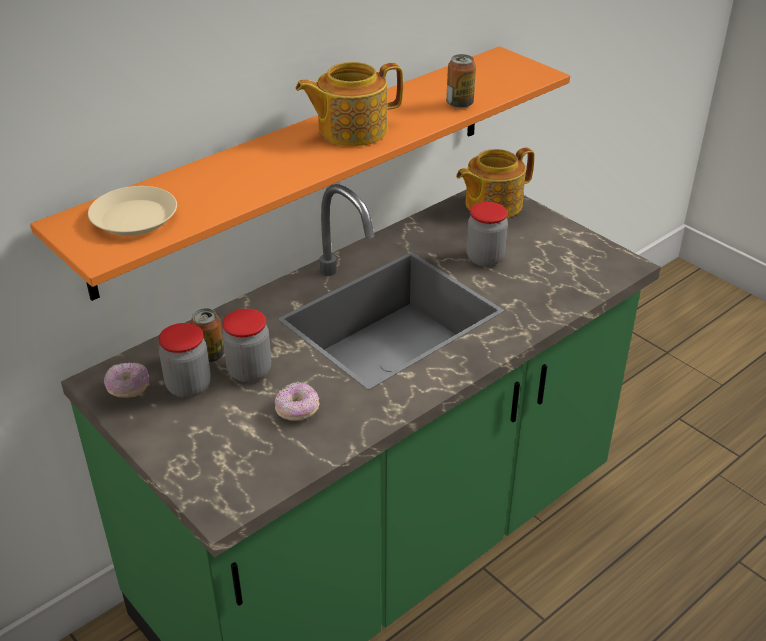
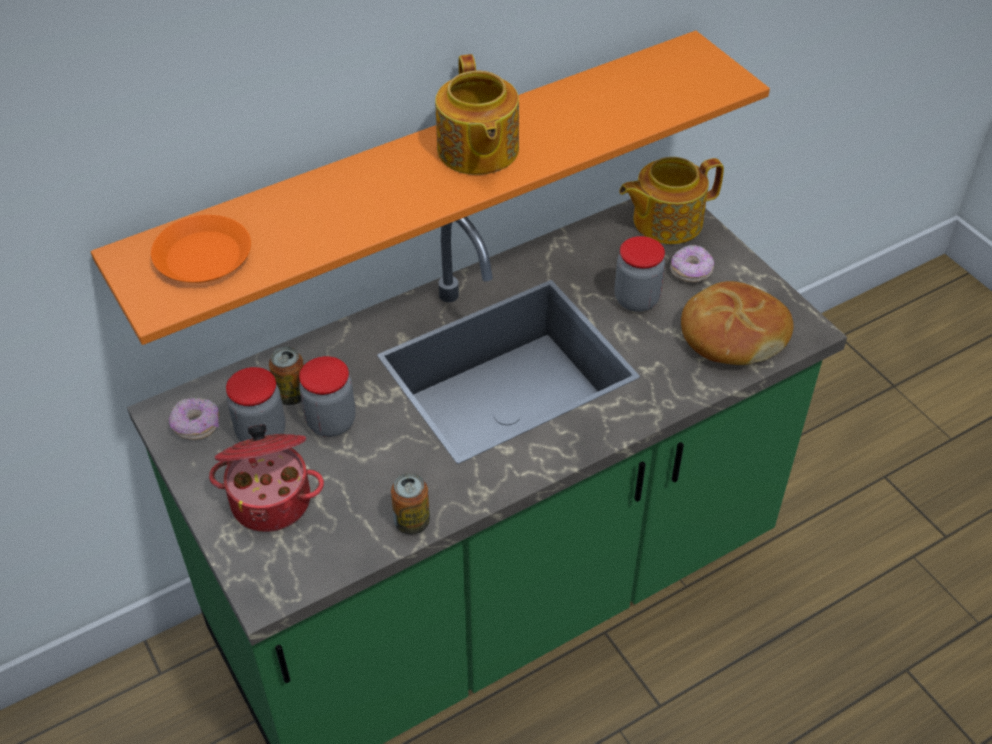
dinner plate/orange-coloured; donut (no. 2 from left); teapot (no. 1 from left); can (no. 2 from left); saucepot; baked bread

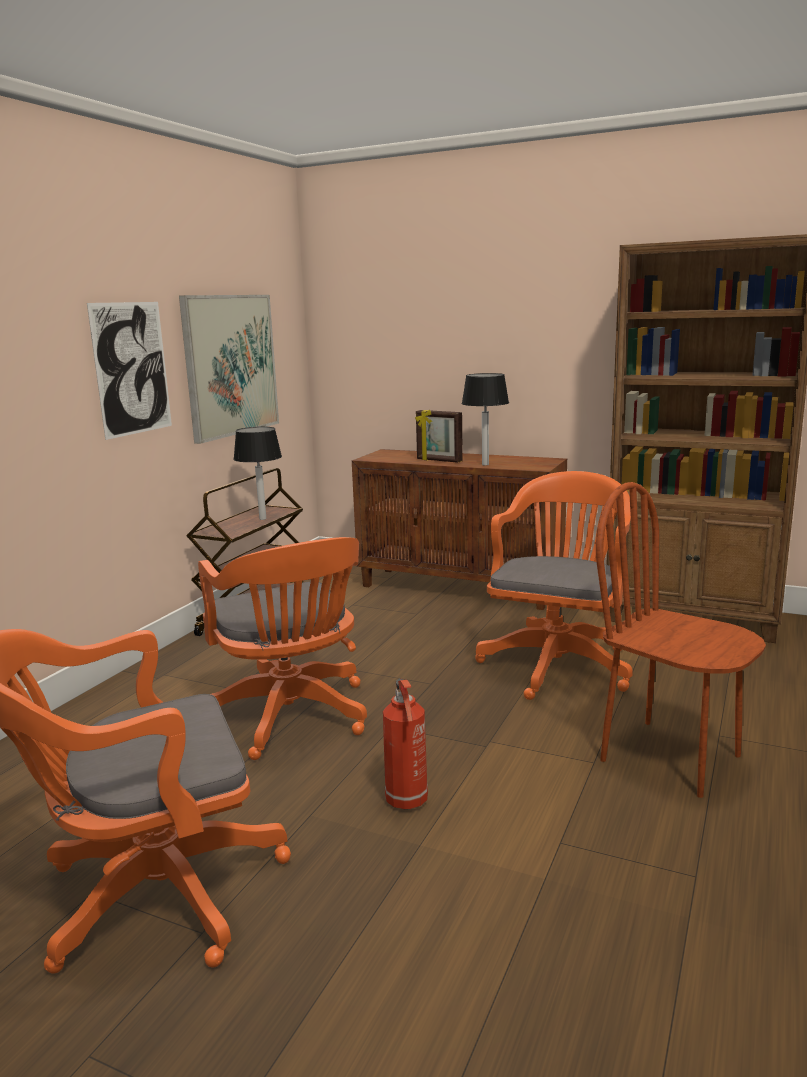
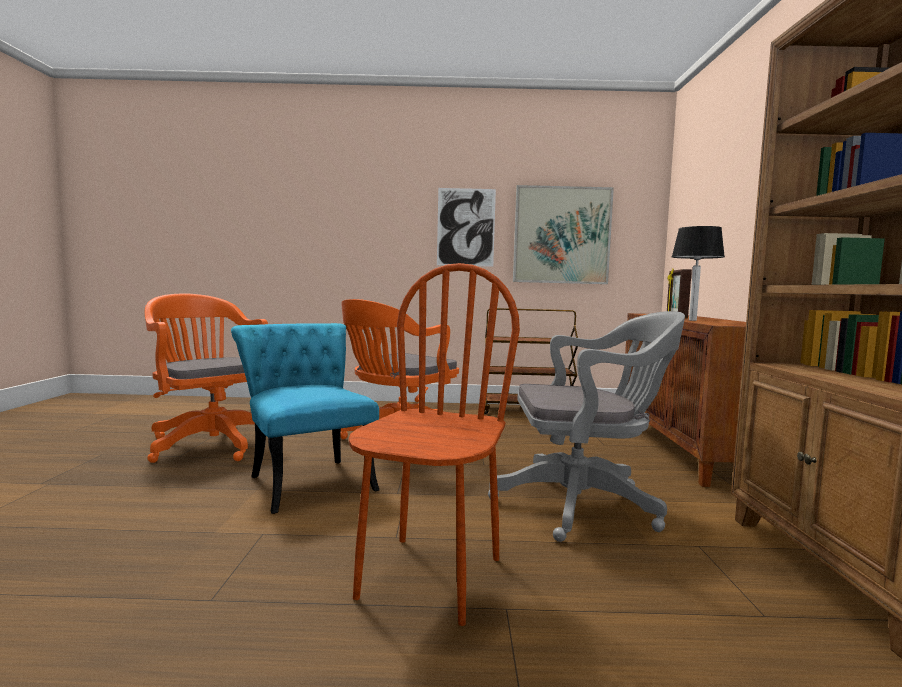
lamp for a table (no. 1 from left in the first image); chair/turquoise-coloured; computer chair/greyish

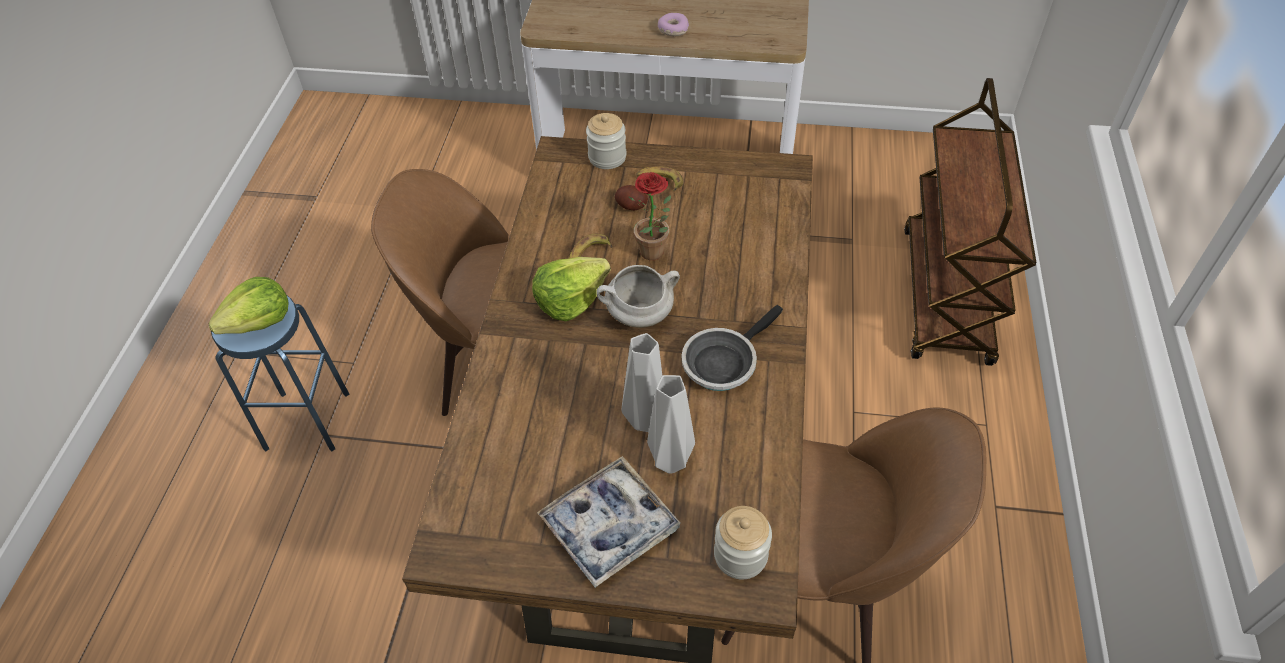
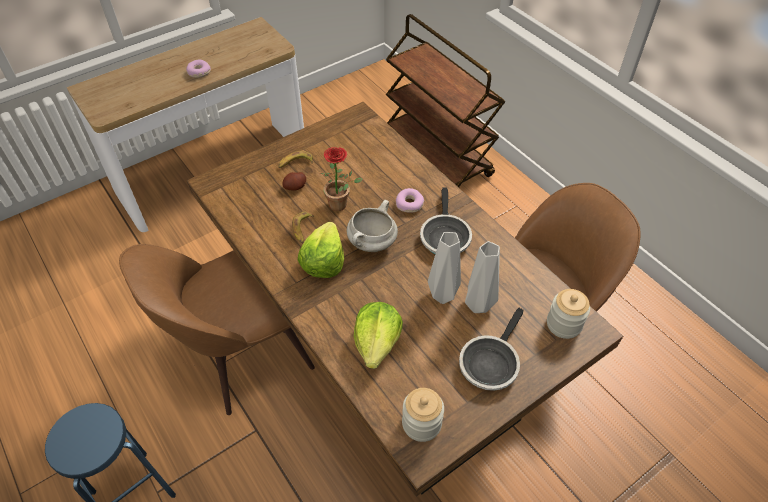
lettuce (no. 2 from left); frying pan (no. 2 from left); preserve jar (no. 1 from left); donut (no. 2 from left)

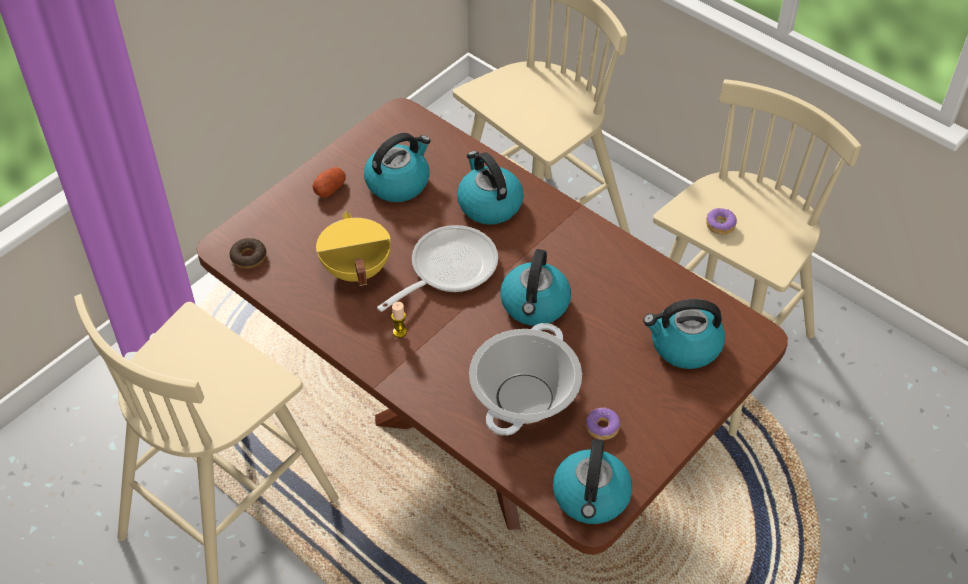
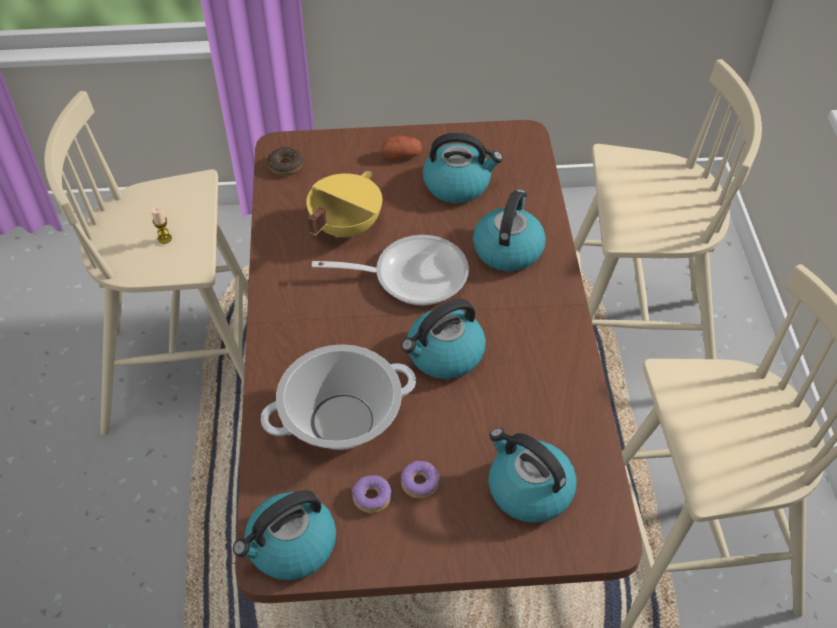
candle; donut (no. 3 from left)

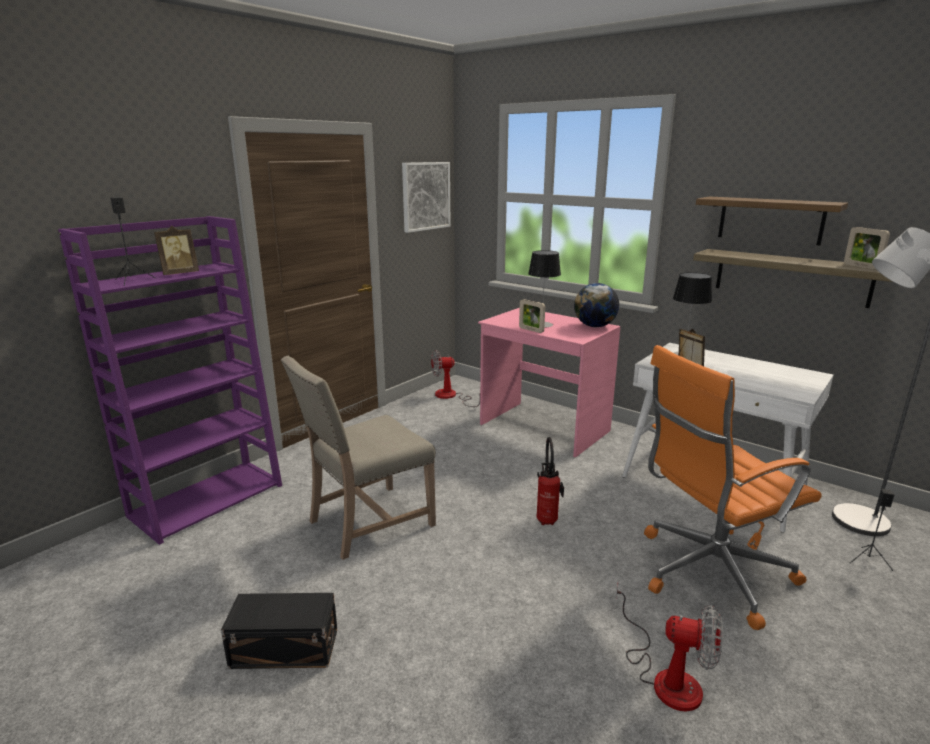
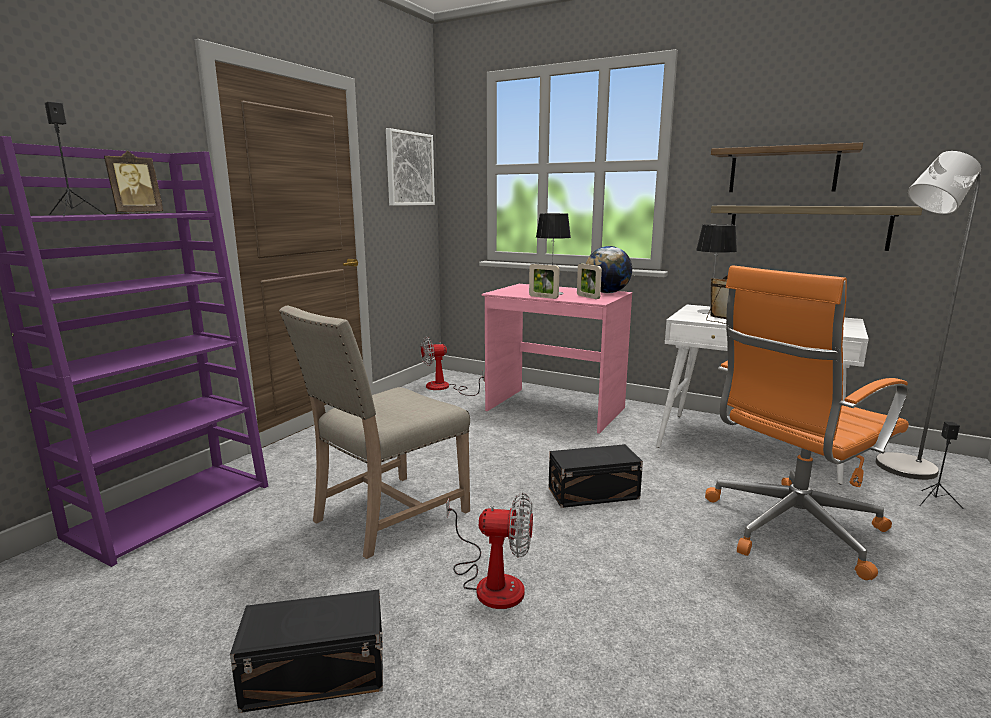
storage box/black-coloured (no. 2 from left); fan (no. 2 from left); standing frame (no. 3 from left)

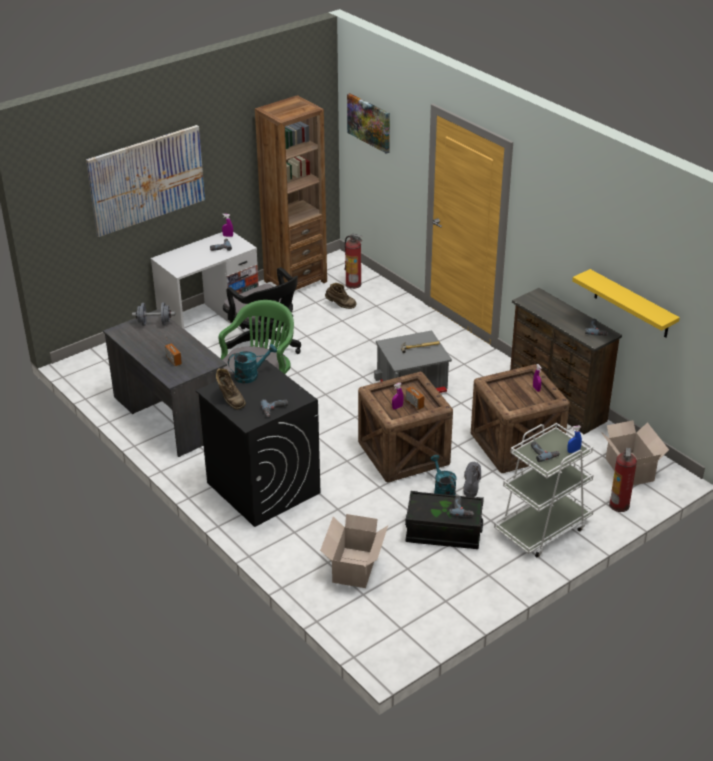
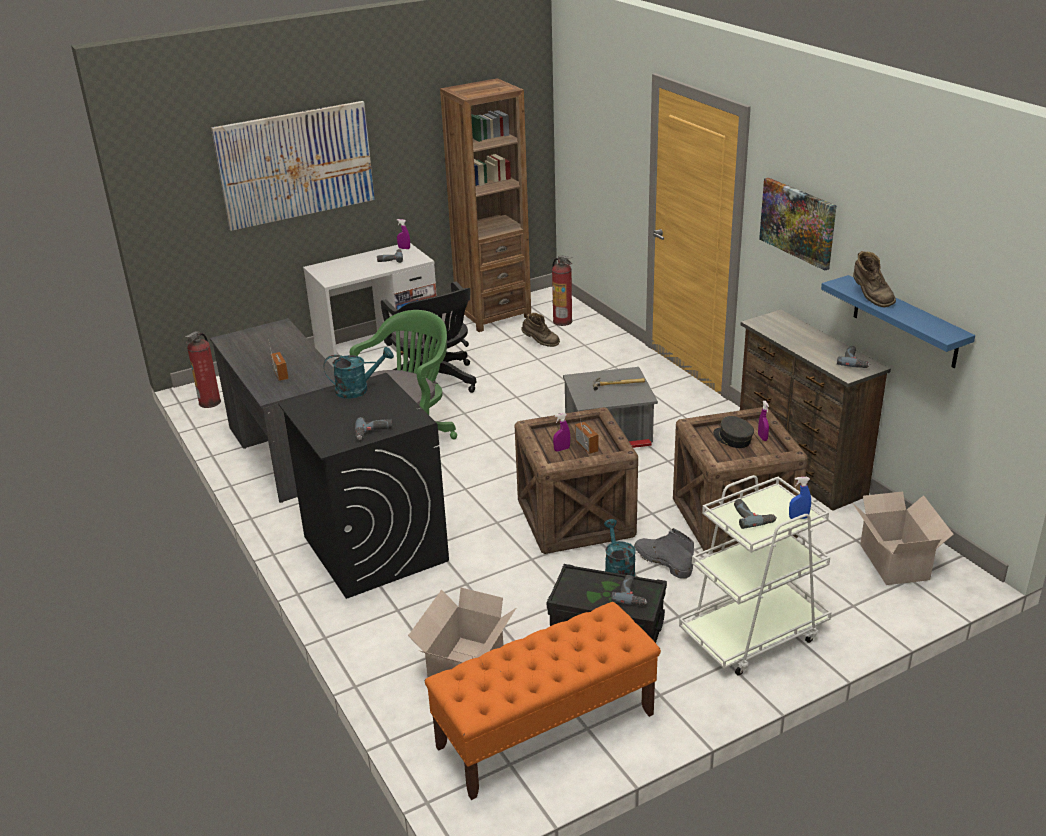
dumbbell/greyish; tall boot/brown (no. 2 from left); picture (no. 2 from left); tall boot/greyish; bracket shelf/bluish; extinguisher (no. 1 from left); long seat/orange-coloured; peaked cap/greyish

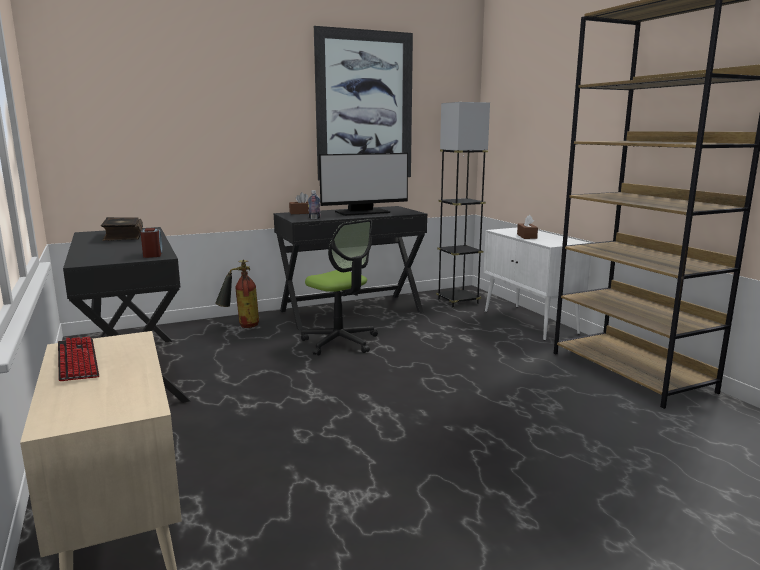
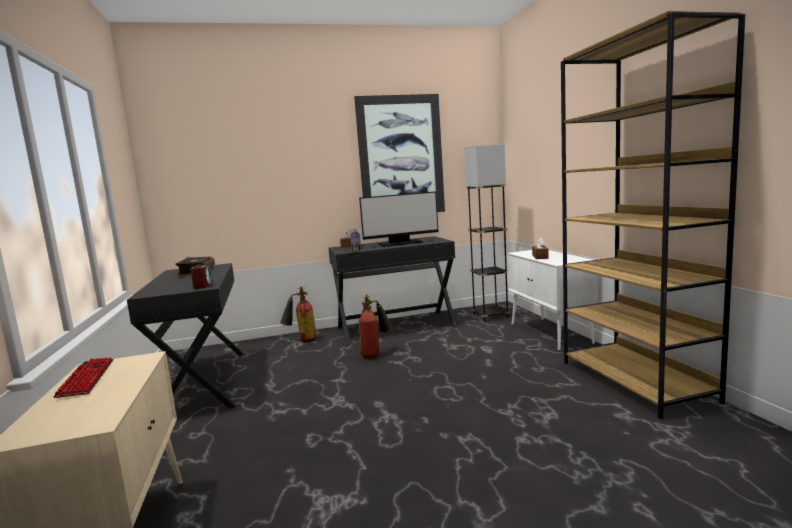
extinguisher (no. 2 from left)

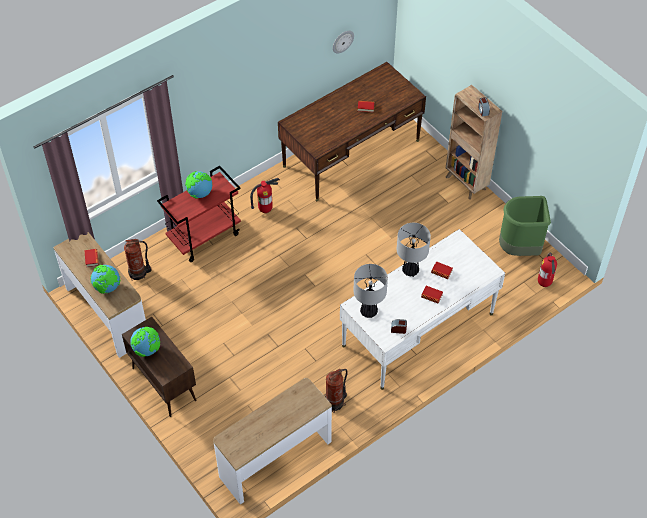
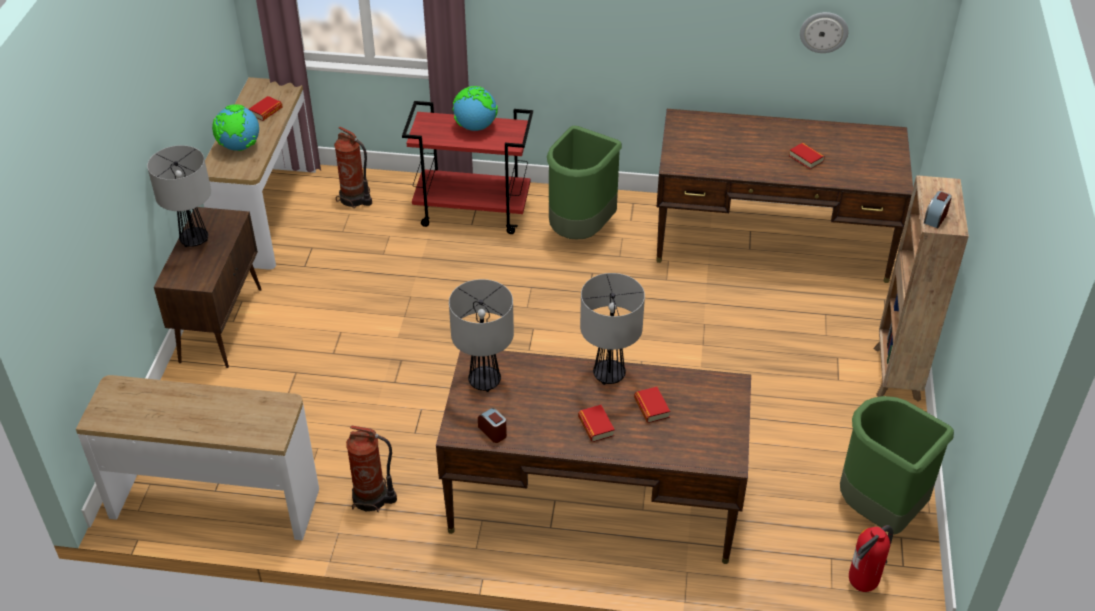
lamp for a table (no. 1 from left); rubbish bin/green (no. 1 from left); desk unit/brown (no. 1 from left)

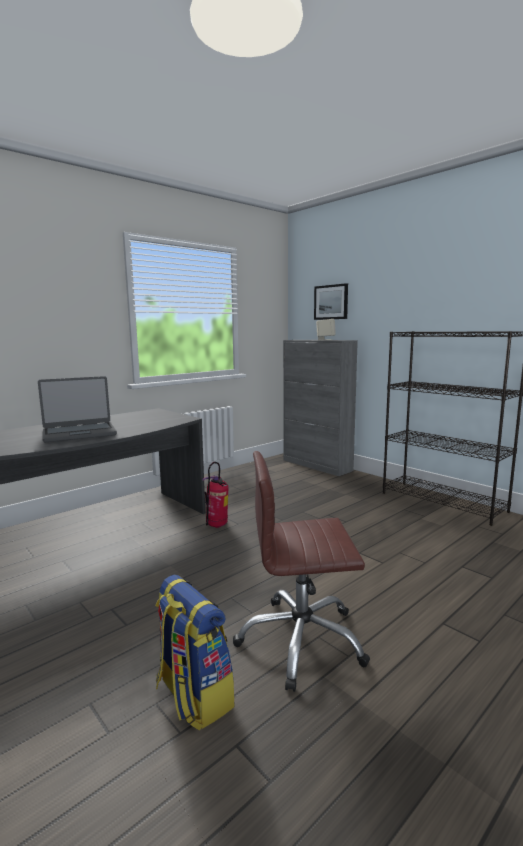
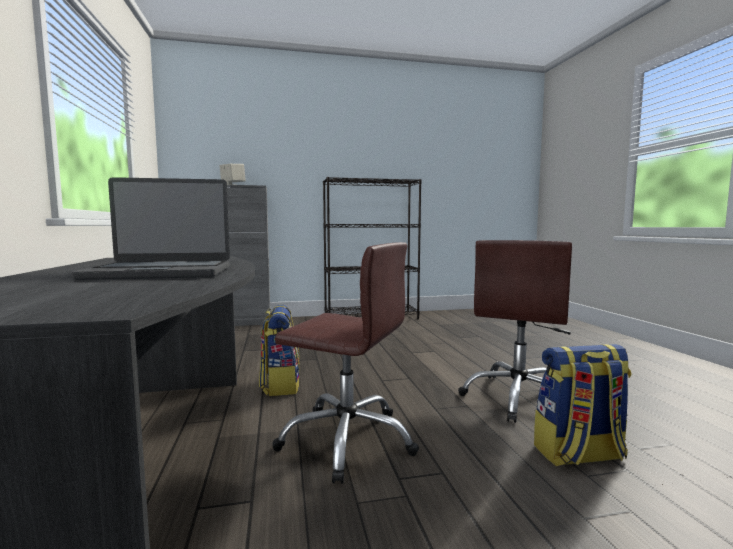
notebook computer; backpack (no. 1 from left); picture; computer chair/brown (no. 1 from left)

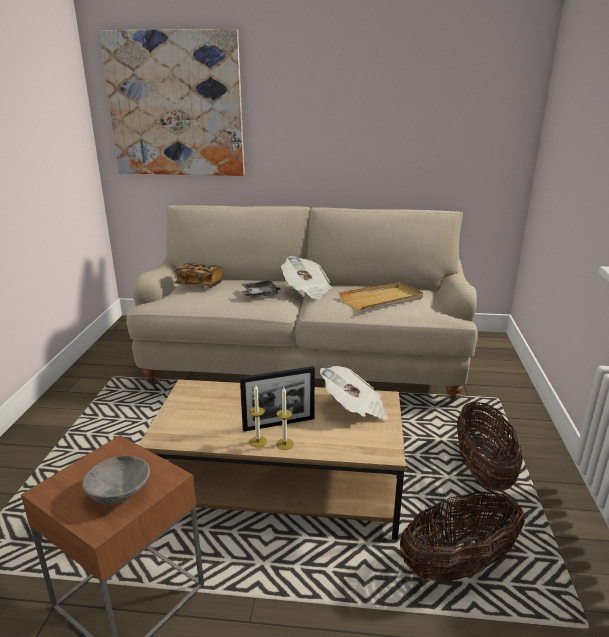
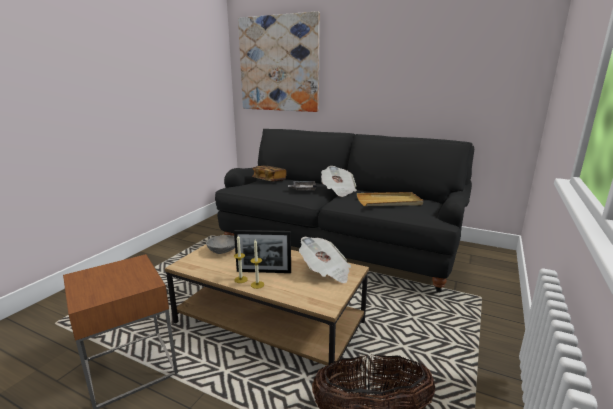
deep dish/greyish; couch/black-coloured; household basket (no. 2 from left in the first image)

